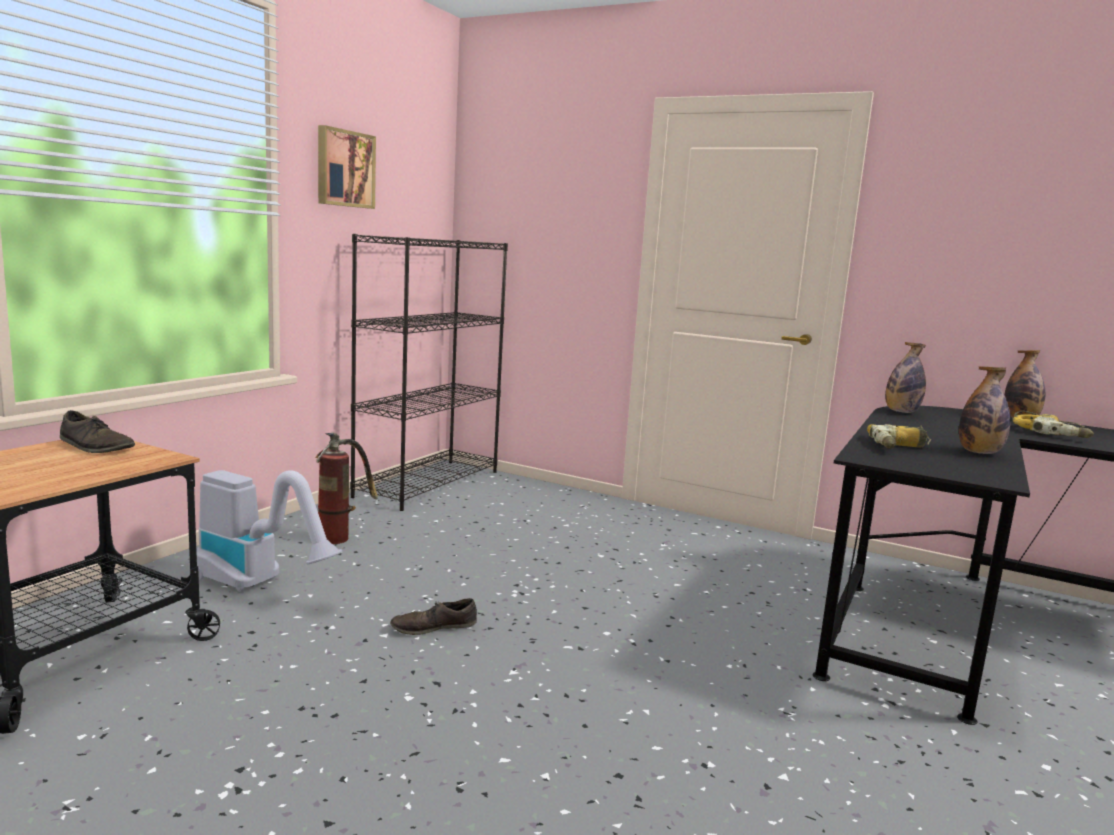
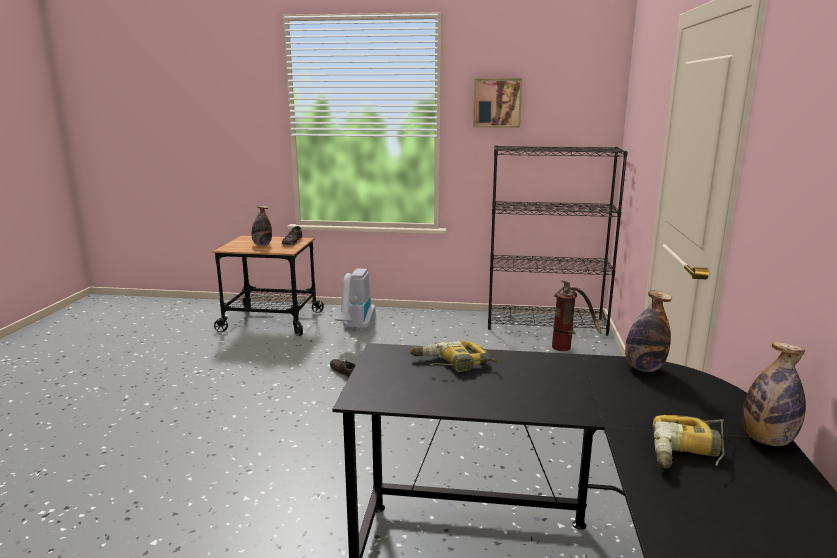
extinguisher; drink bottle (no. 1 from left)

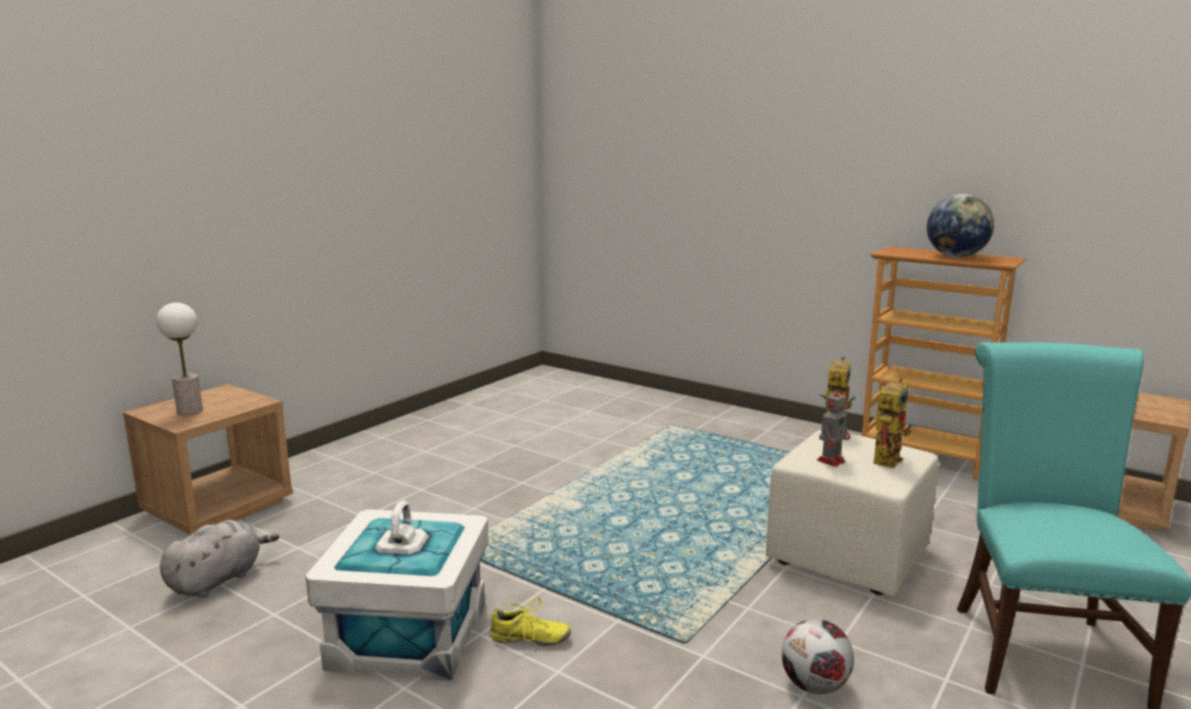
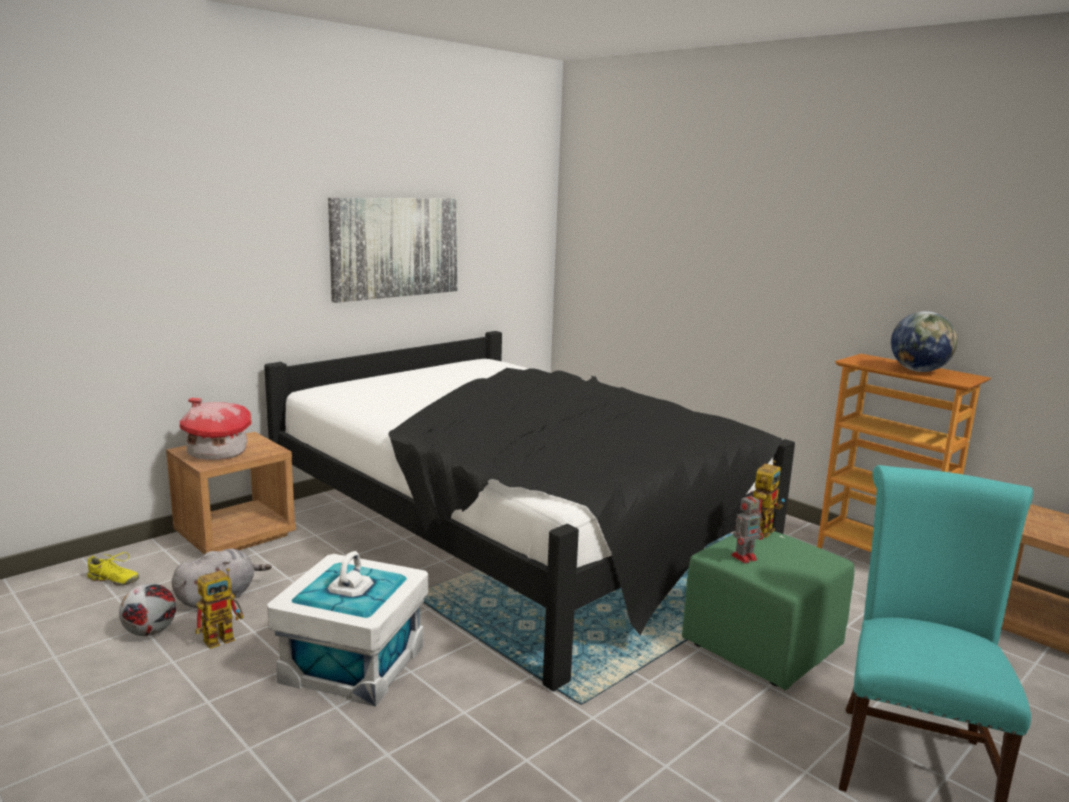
toy house; item of footwear/yellowish; footrest/green; football ball; robot figure (no. 1 from left); bedroom bed/black-coloured; picture

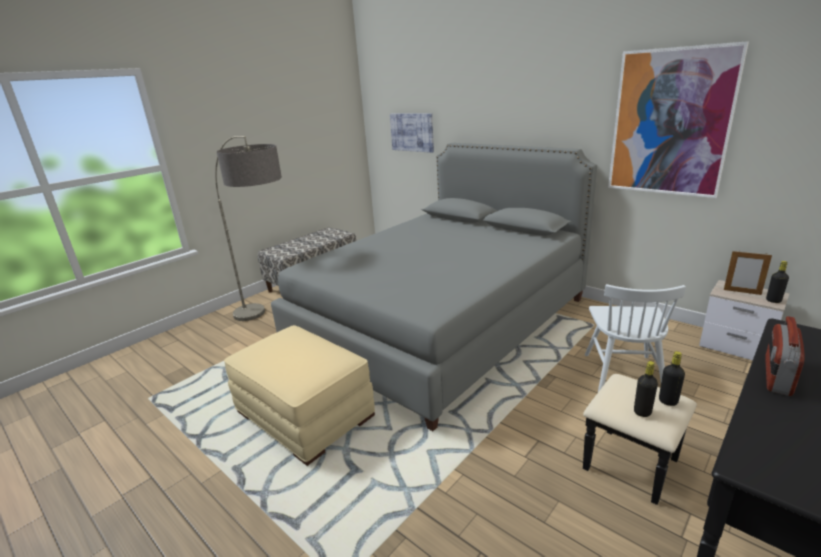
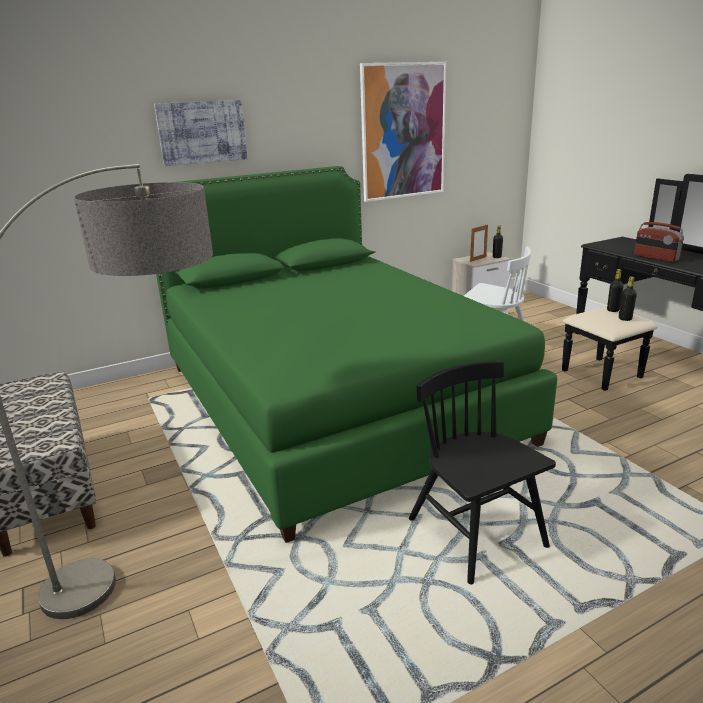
chair/black-coloured; bedroom bed/green; picture (no. 1 from left)

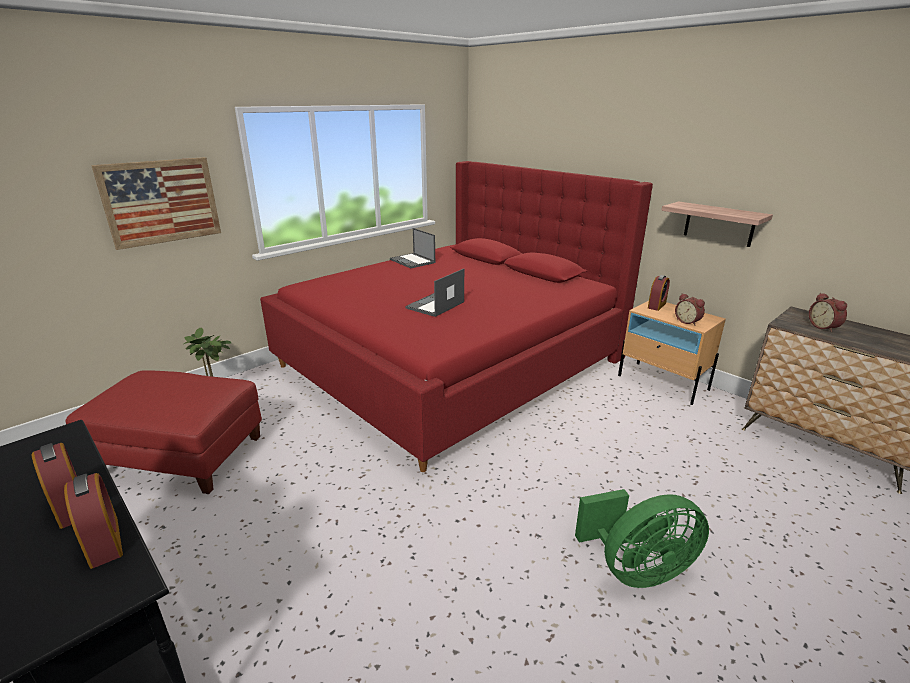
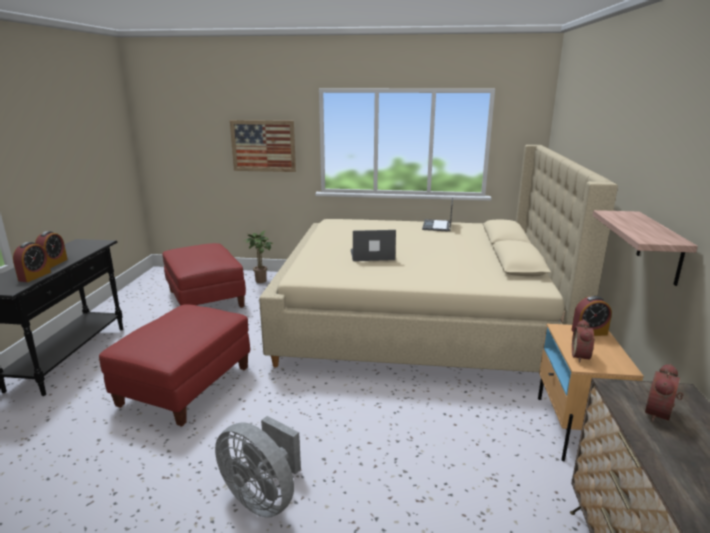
bedroom bed/beige; fan/greyish; footrest/red (no. 1 from left)

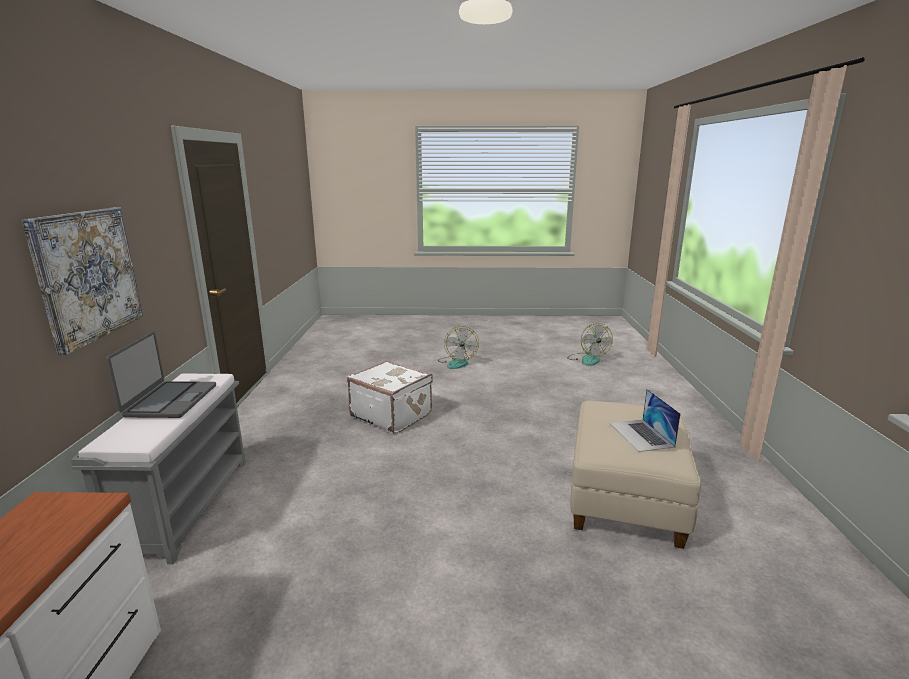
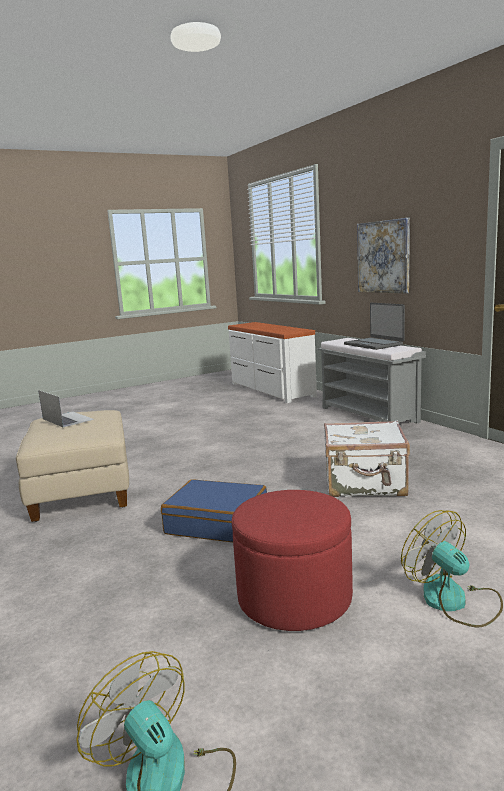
piece of luggage/bluish; footrest/red

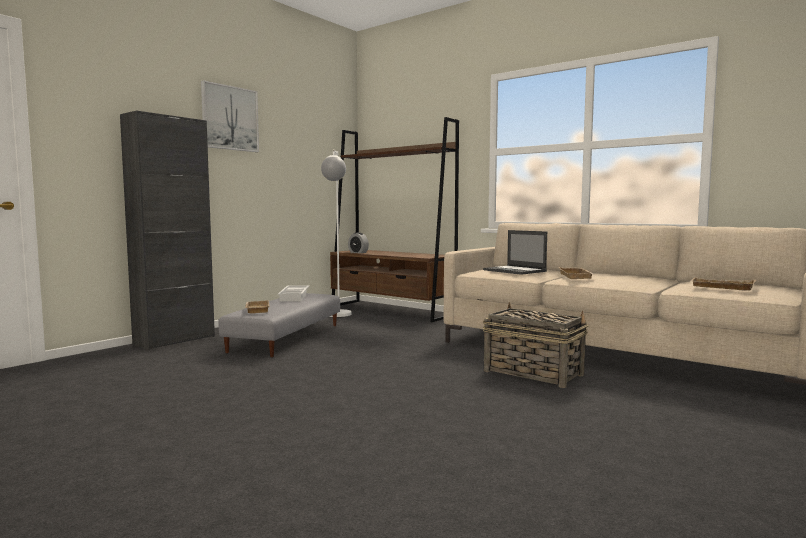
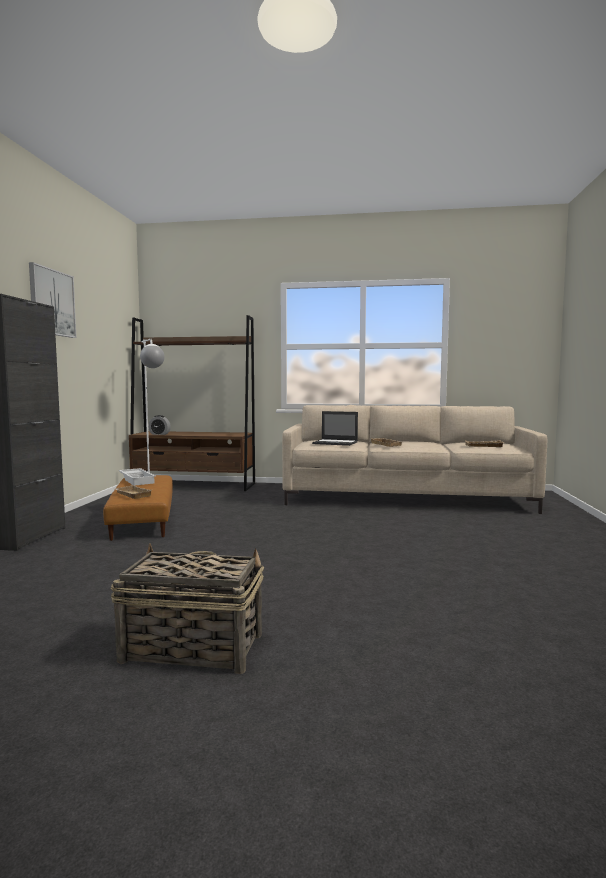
footrest/brown; household basket

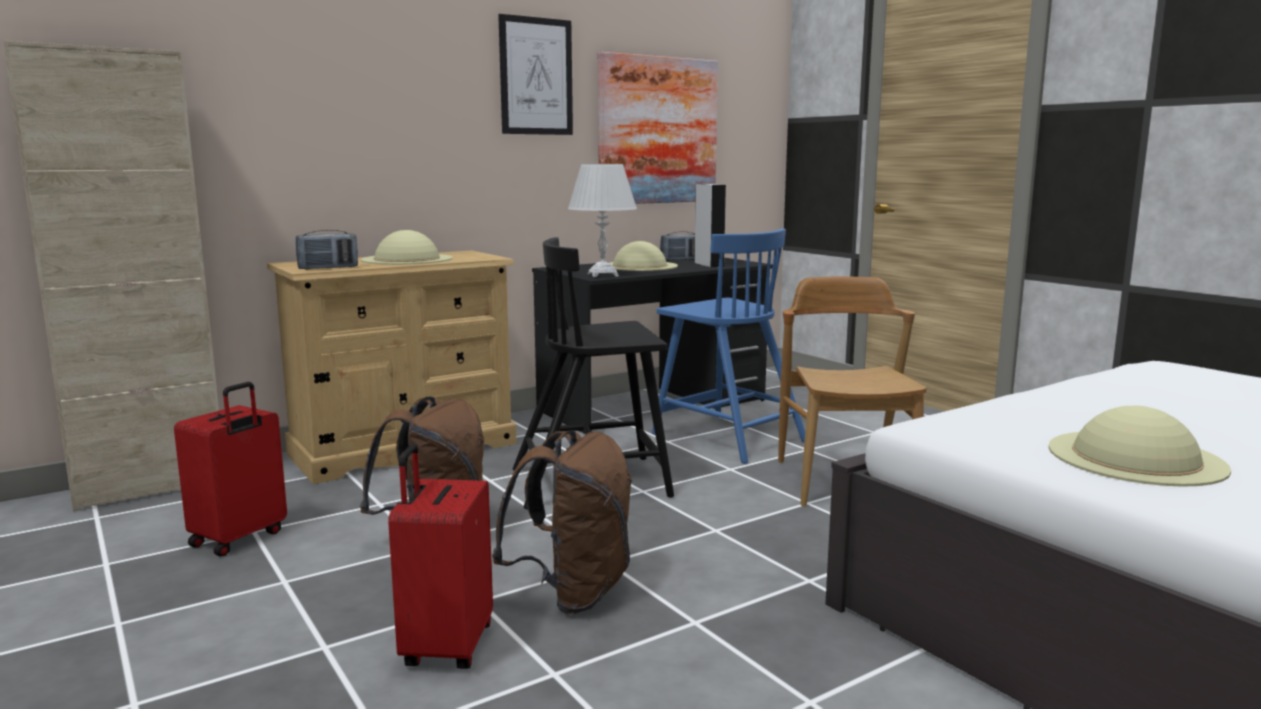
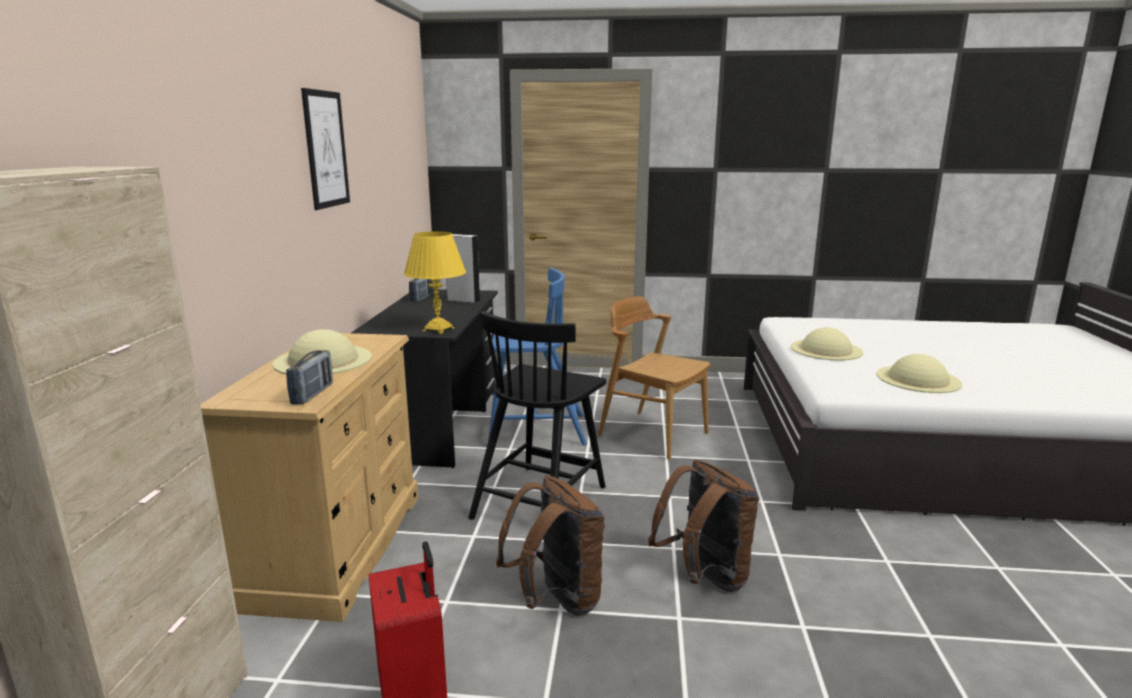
piece of luggage/red (no. 2 from left in the first image); lamp for a table/yellowish; picture (no. 2 from left in the first image); wearable hat/beige (no. 2 from left)

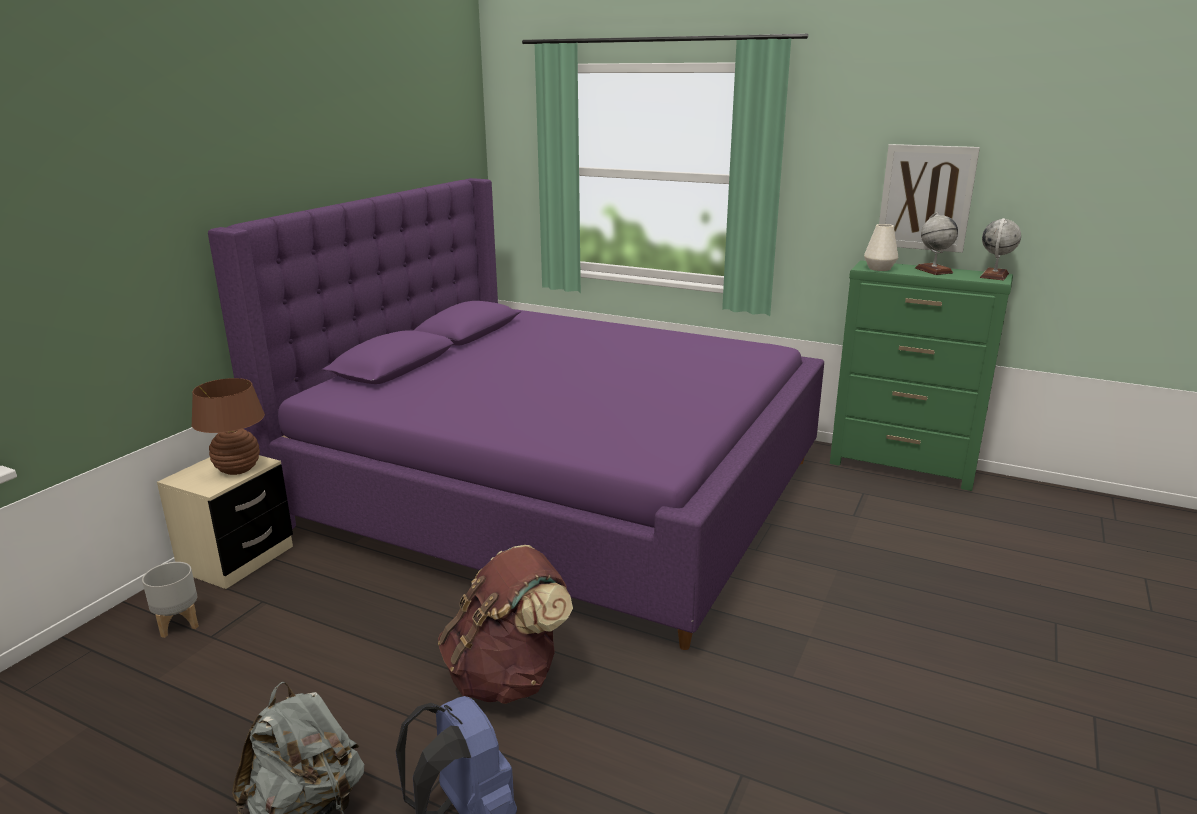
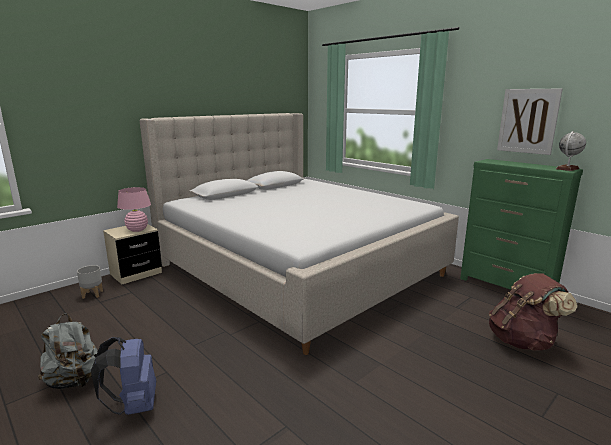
lamp for a table/pink; bedroom bed/beige; backpack/brown; flower vase/whitish; desk globe (no. 1 from left in the first image)

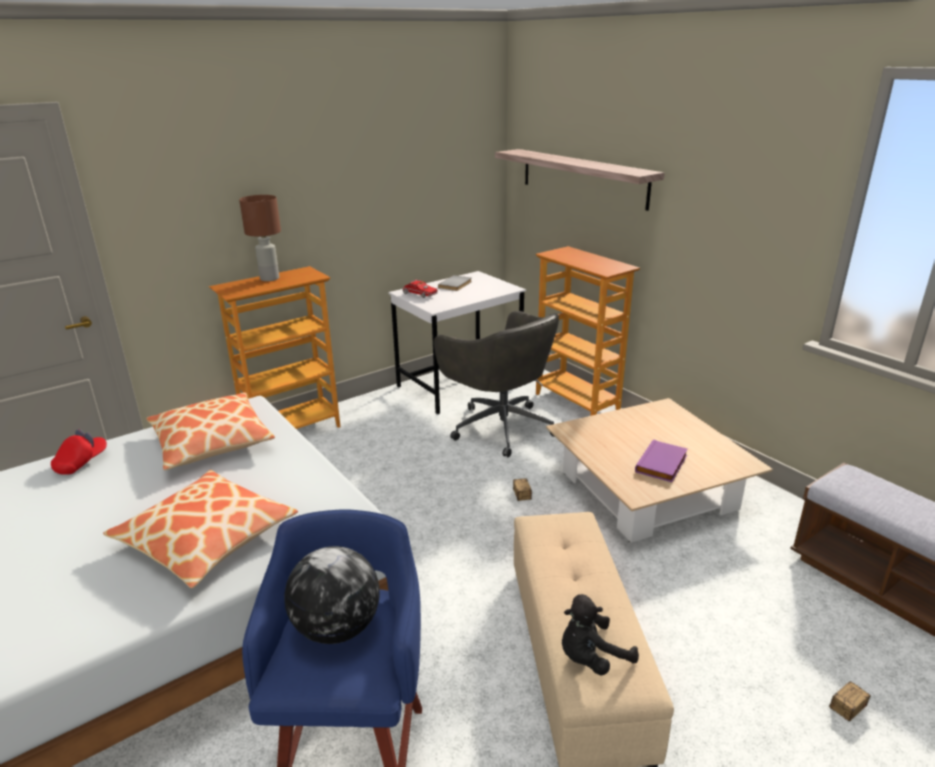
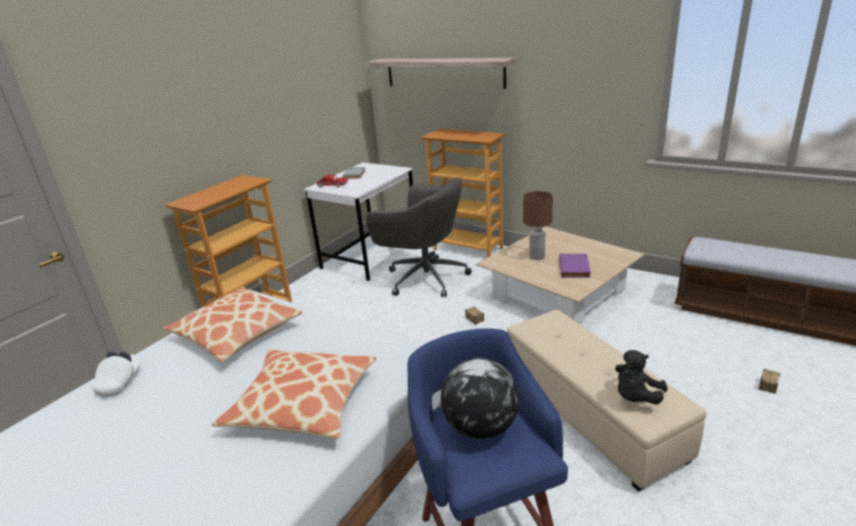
peaked cap/whitish; lamp for a table/brown

